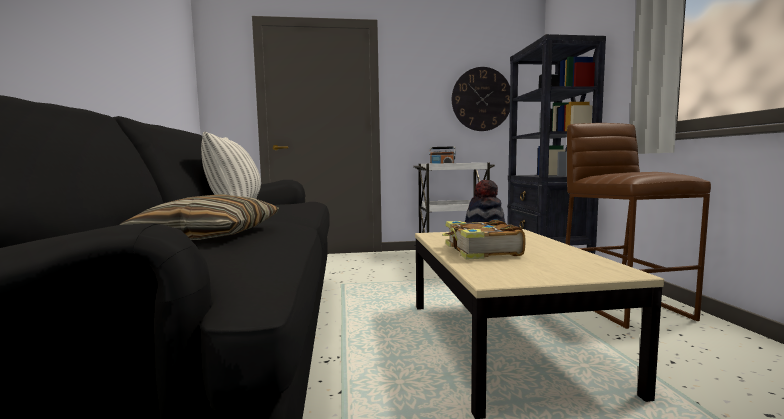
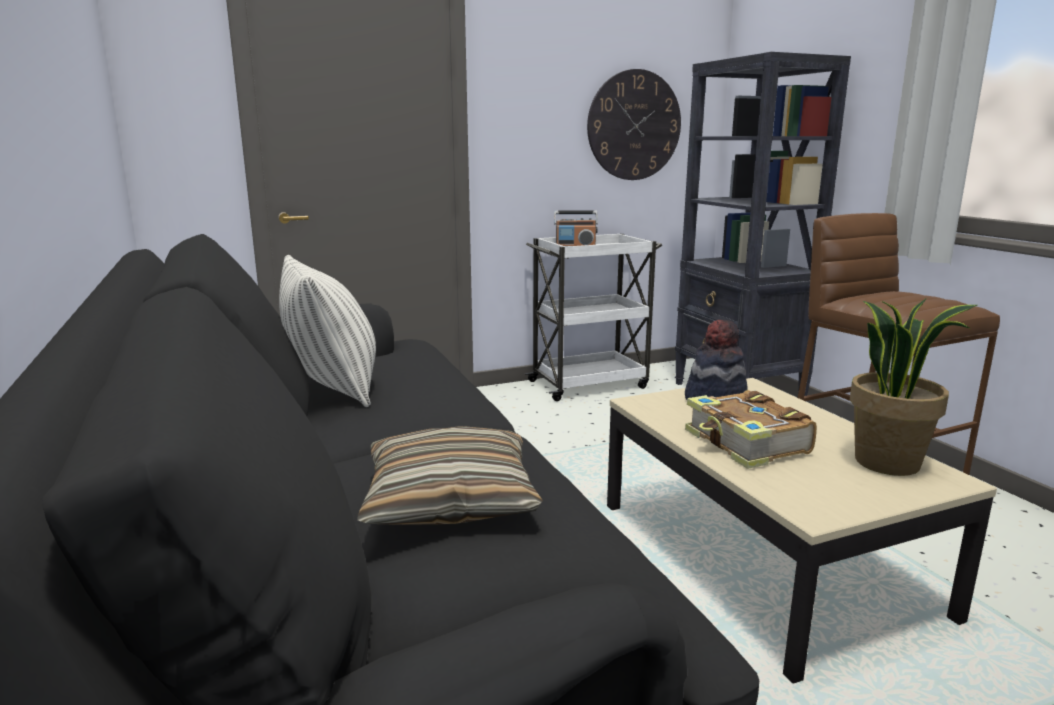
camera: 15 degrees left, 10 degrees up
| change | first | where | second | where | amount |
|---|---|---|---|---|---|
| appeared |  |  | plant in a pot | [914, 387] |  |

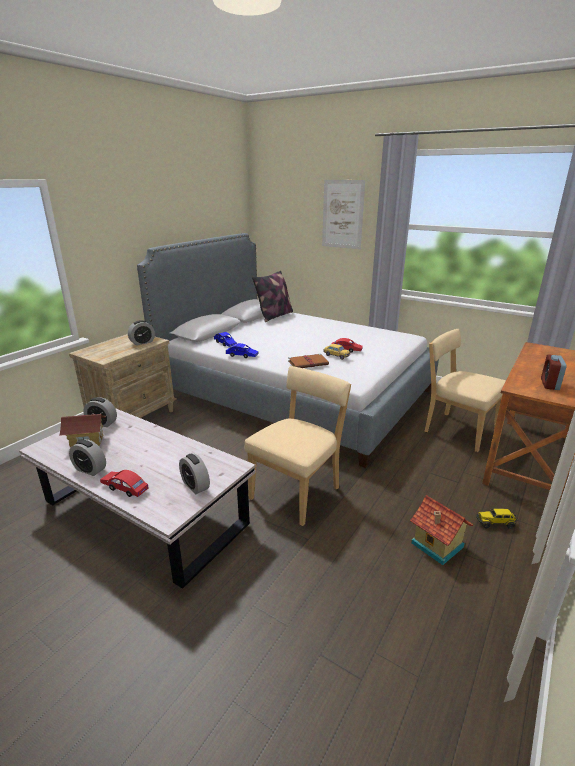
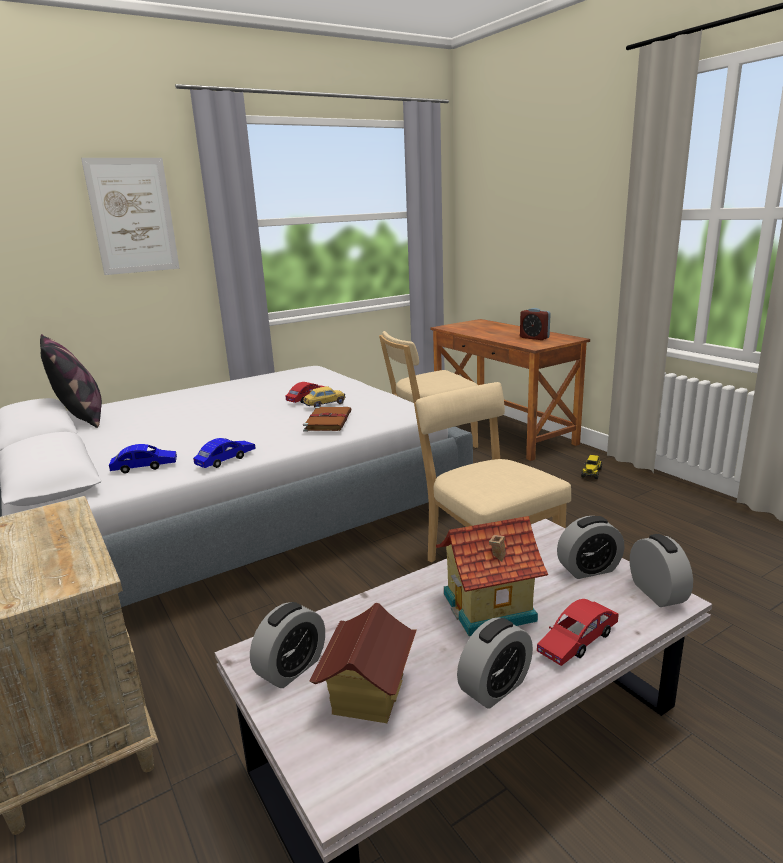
camera: 65 degrees left, 5 degrees down
| change | first | where | second | where | amount |
|---|---|---|---|---|---|
| relocated | alarm clock | [141, 333] |  | [661, 570] |  |
| relocated | toy house | [442, 530] |  | [492, 576] |  |

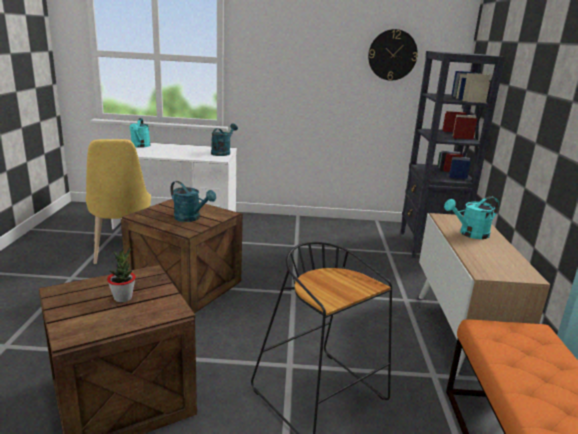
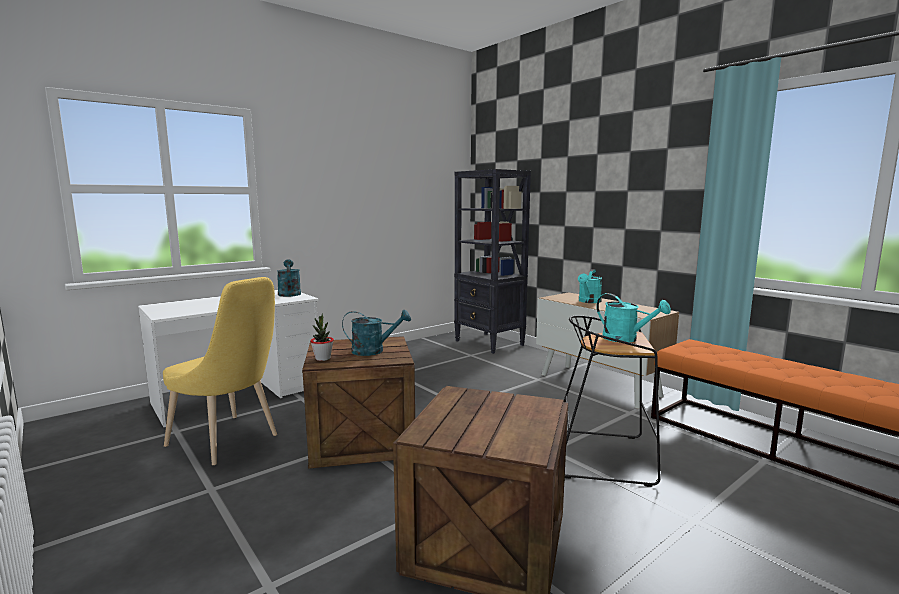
camera: 40 degrees left, 10 degrees down
| change | first | where | second | where | amount |
|---|---|---|---|---|---|
| relocated | plant in a pot | [121, 274] |  | [322, 337] |  |
| relocated | turquoise watering pot | [139, 133] |  | [633, 317] |  |
| missing | wall clock | [393, 55] |  |  |  |

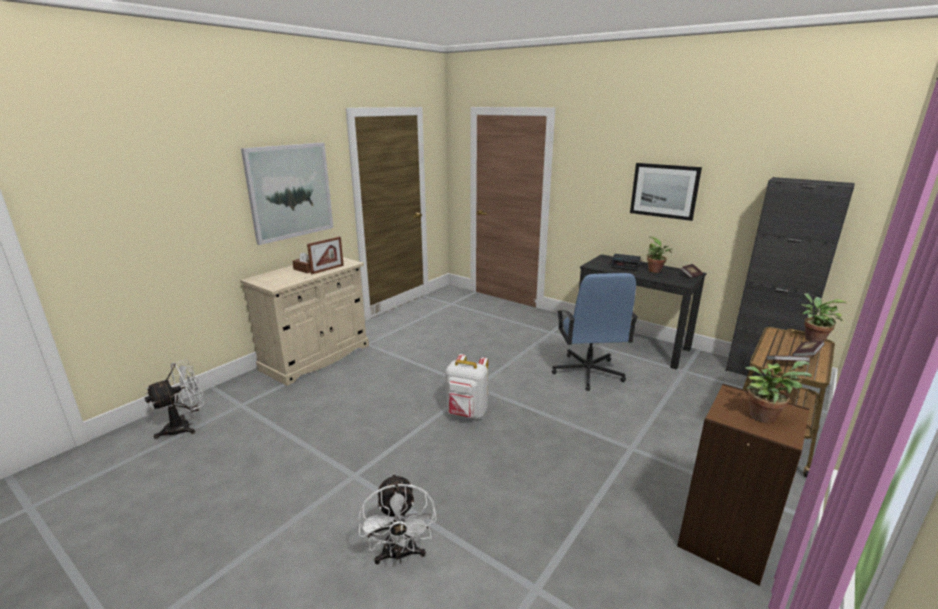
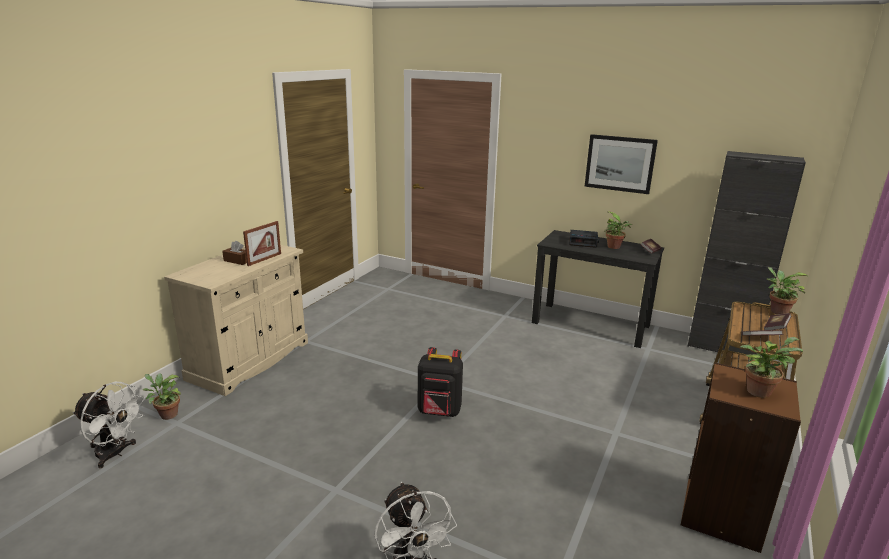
camera: 10 degrees left, 0 degrees up
| change | first | where | second | where | amount |
|---|---|---|---|---|---|
| spun | white fan | [174, 399] |  | [109, 425] | 75 degrees clockwise |
| missing | picture | [287, 194] |  |  |  |
| colour | white backpack | [466, 386] | black backpack | [440, 382] |  |
| missing | bluish computer chair | [595, 332] |  |  |  |
| appeared |  |  | plant in a pot | [162, 396] |  |

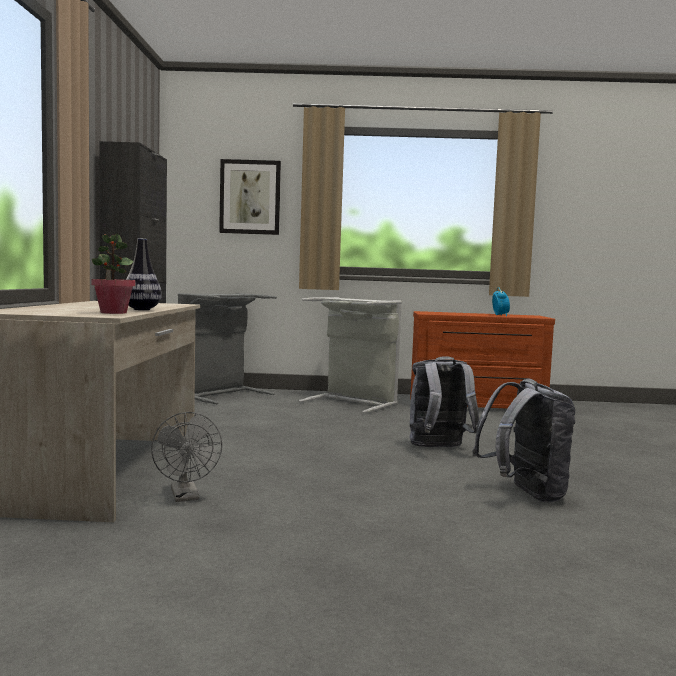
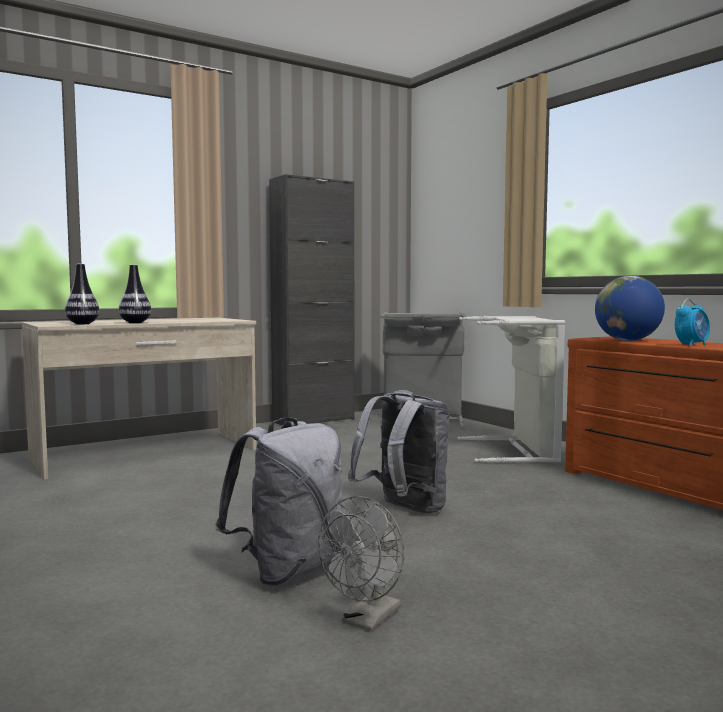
camera: 55 degrees right, 0 degrees up
| change | first | where | second | where | amount |
|---|---|---|---|---|---|
| exchanged | plant in a pot | [113, 273] | flower vase | [82, 294] |  |
| relocated | gray fan | [186, 457] |  | [361, 563] |  |
| missing | picture | [250, 197] |  |  |  |
| appeared |  |  | desk globe | [630, 308] |  |

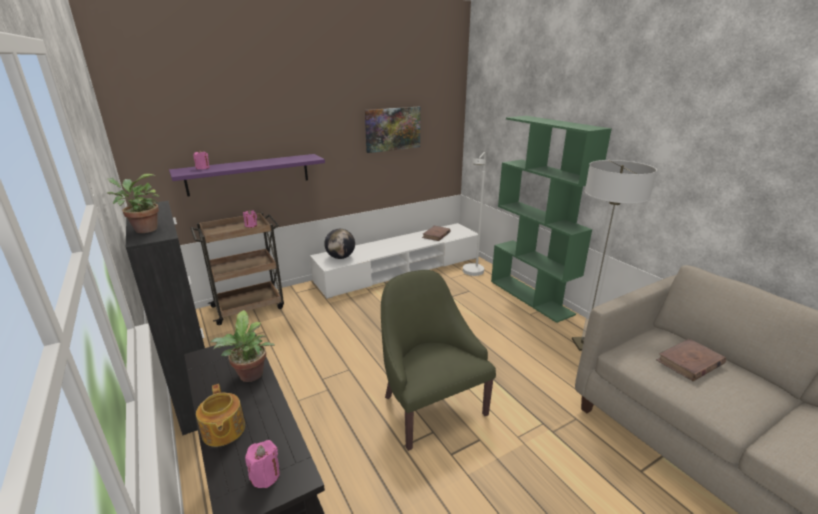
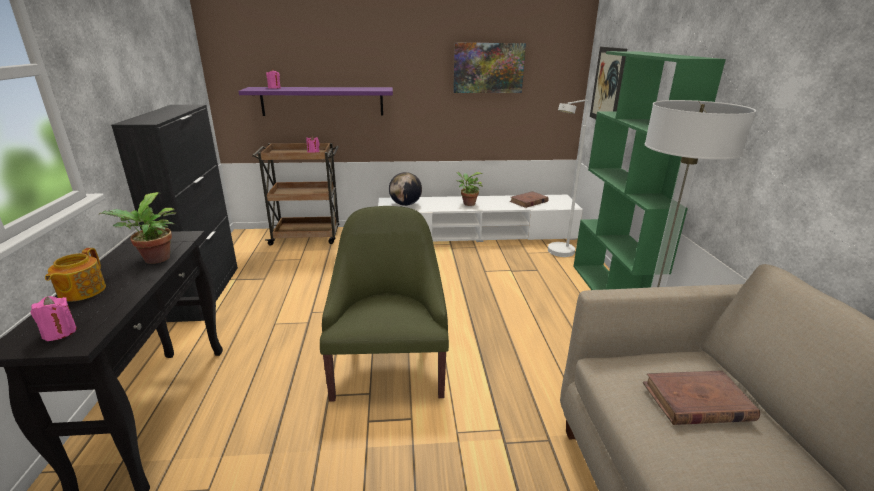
camera: 25 degrees right, 0 degrees up
| change | first | where | second | where | amount |
|---|---|---|---|---|---|
| relocated | plant in a pot | [133, 203] |  | [470, 189] |  |
| appeared |  |  | picture | [608, 83] |  |

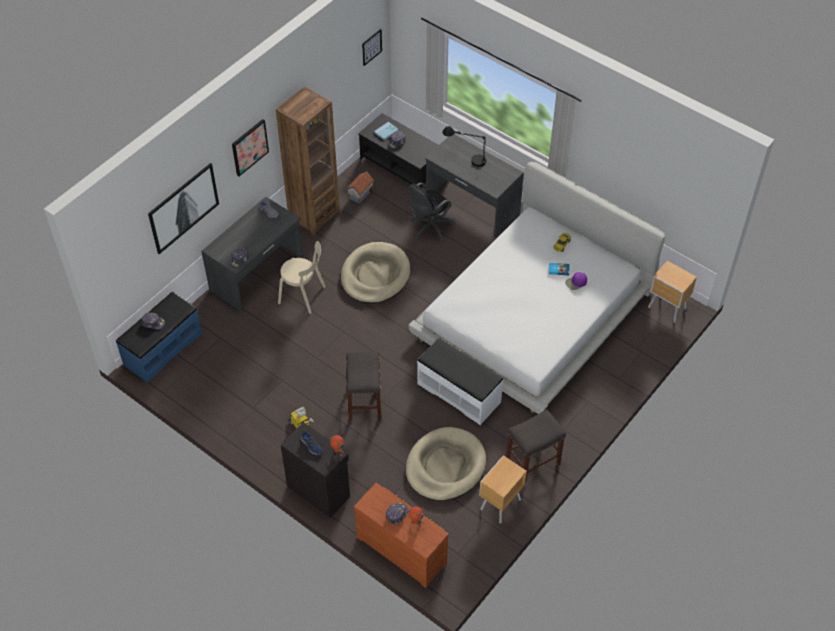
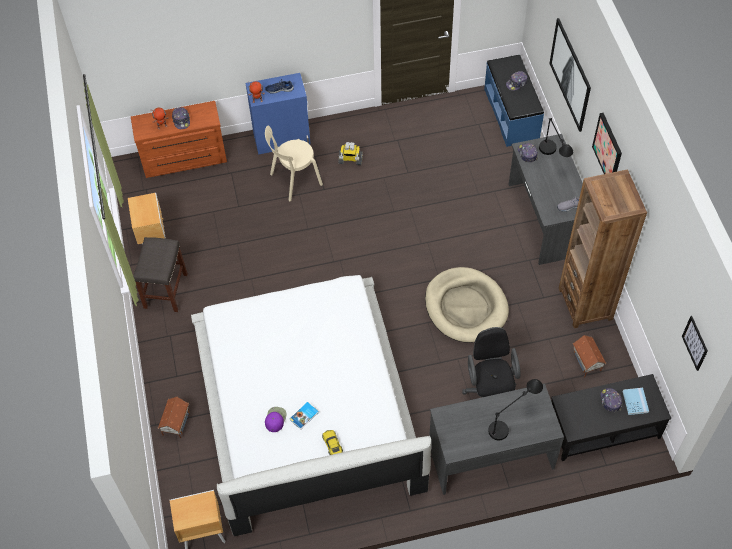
camera: 130 degrees right, 5 degrees up
| change | first | where | second | where | amount |
|---|---|---|---|---|---|
| relocated | beige-coloured chair | [302, 277] |  | [294, 163] |  |
| colour | black cabinet | [315, 470] | bluish cabinet | [278, 114] |  |
| missing | gray stool seat | [364, 386] |  |  |  |
| missing | beige-coloured dog bed | [446, 464] |  |  |  |
| missing | white long seat | [460, 381] |  |  |  |
| appeared |  |  | toy house | [174, 417] |  |
| appeared |  |  | black tabletop lamp | [556, 137] |  |

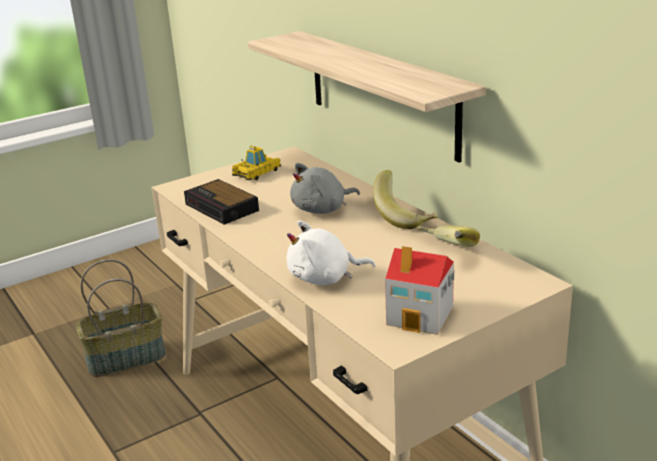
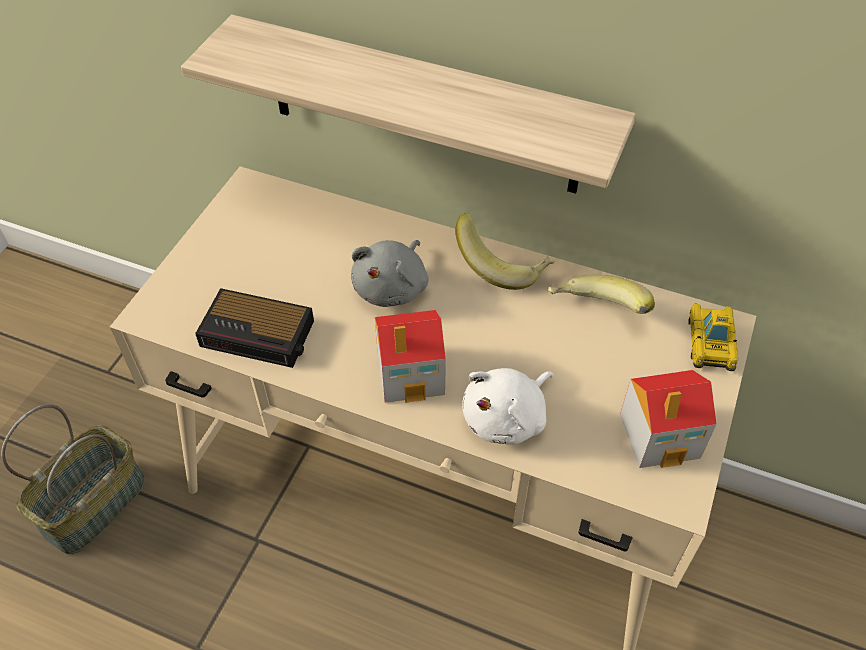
camera: 35 degrees left, 25 degrees up
| change | first | where | second | where | amount |
|---|---|---|---|---|---|
| relocated | model car | [256, 163] |  | [713, 337] |  |
| appeared |  |  | toy house | [410, 356] |  |

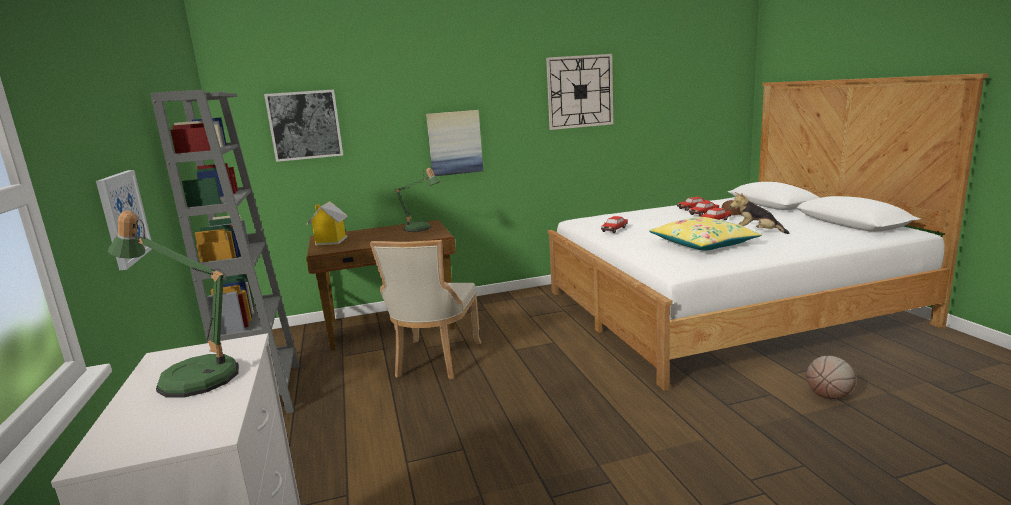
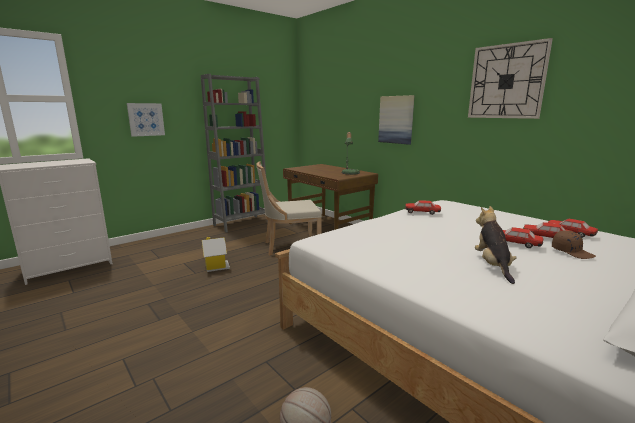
camera: 65 degrees right, 0 degrees up
| change | first | where | second | where | amount |
|---|---|---|---|---|---|
| missing | tabletop lamp | [173, 304] |  |  |  |
| missing | picture | [303, 125] |  |  |  |
| relocated | toy house | [327, 223] |  | [216, 254] |  |
| missing | yellow-coloured pillow | [705, 234] |  |  |  |

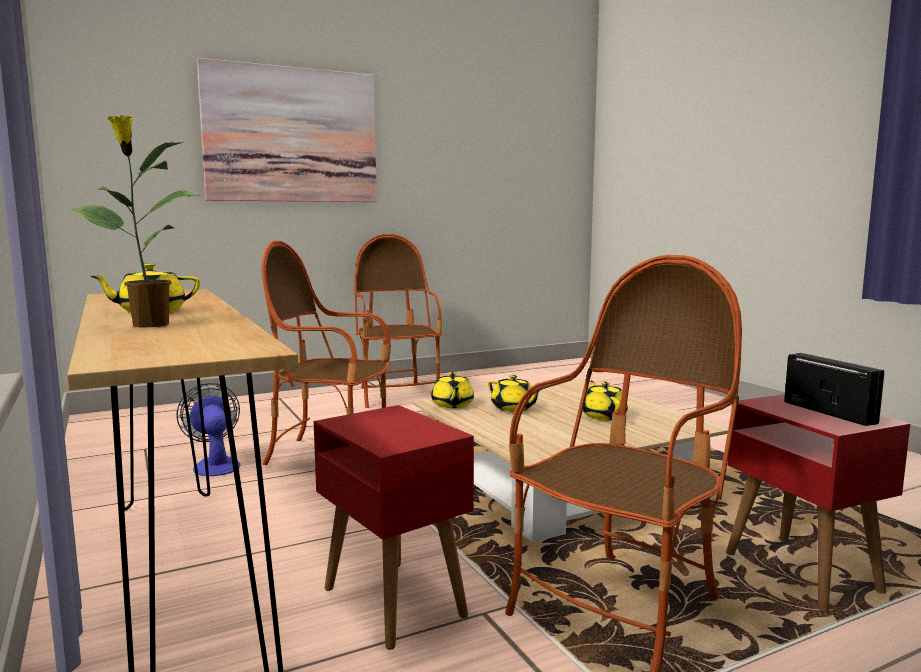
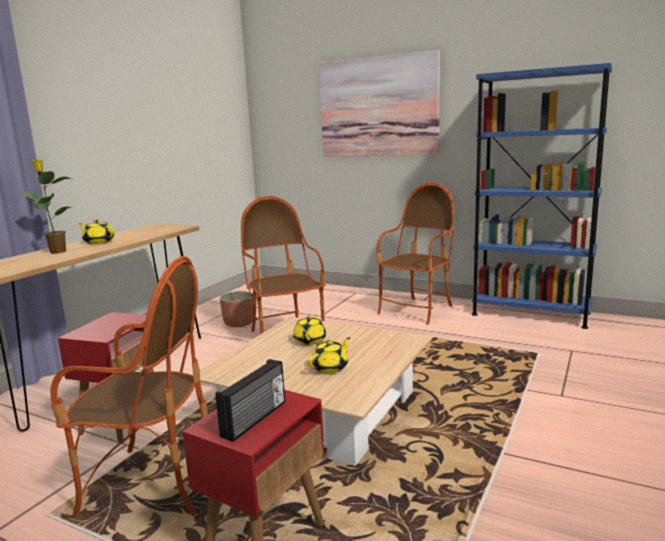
camera: 55 degrees right, 5 degrees up
| change | first | where | second | where | amount |
|---|---|---|---|---|---|
| exchanged | fan | [208, 429] | planter | [236, 309] |  |
| missing | yellow-coloured teapot | [452, 390] |  |  |  |
| appeared |  |  | bluish bookshelf | [542, 196] |  |

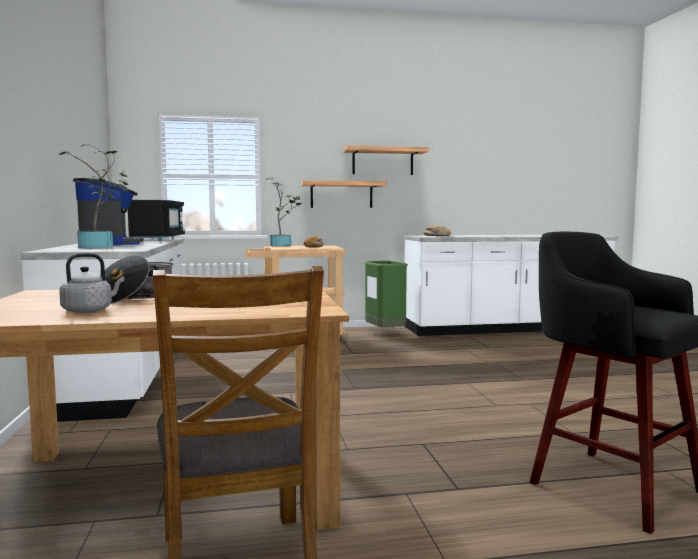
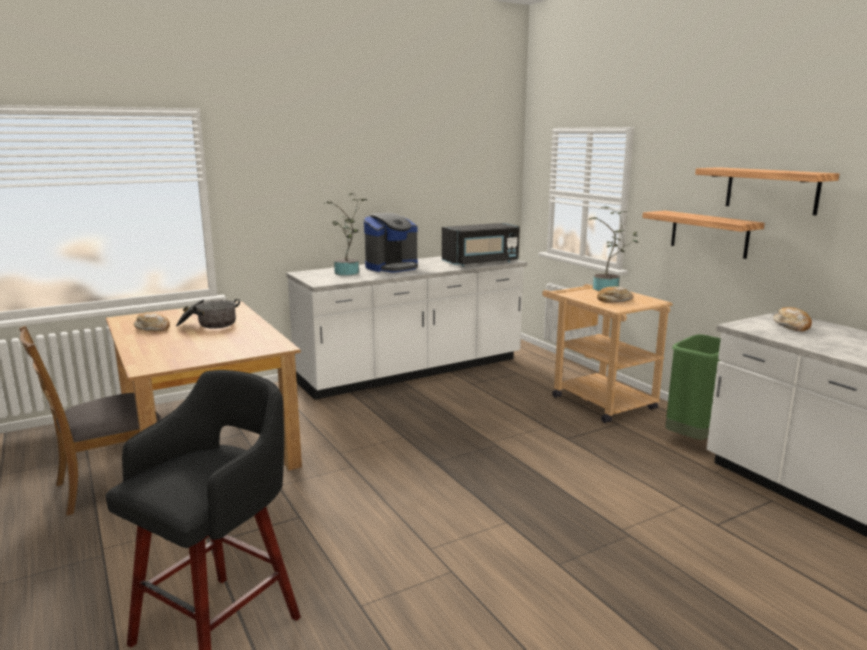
camera: 70 degrees right, 10 degrees up
| change | first | where | second | where | amount |
|---|---|---|---|---|---|
| exchanged | gray kettle | [92, 283] | baked bread | [152, 321] |  |

